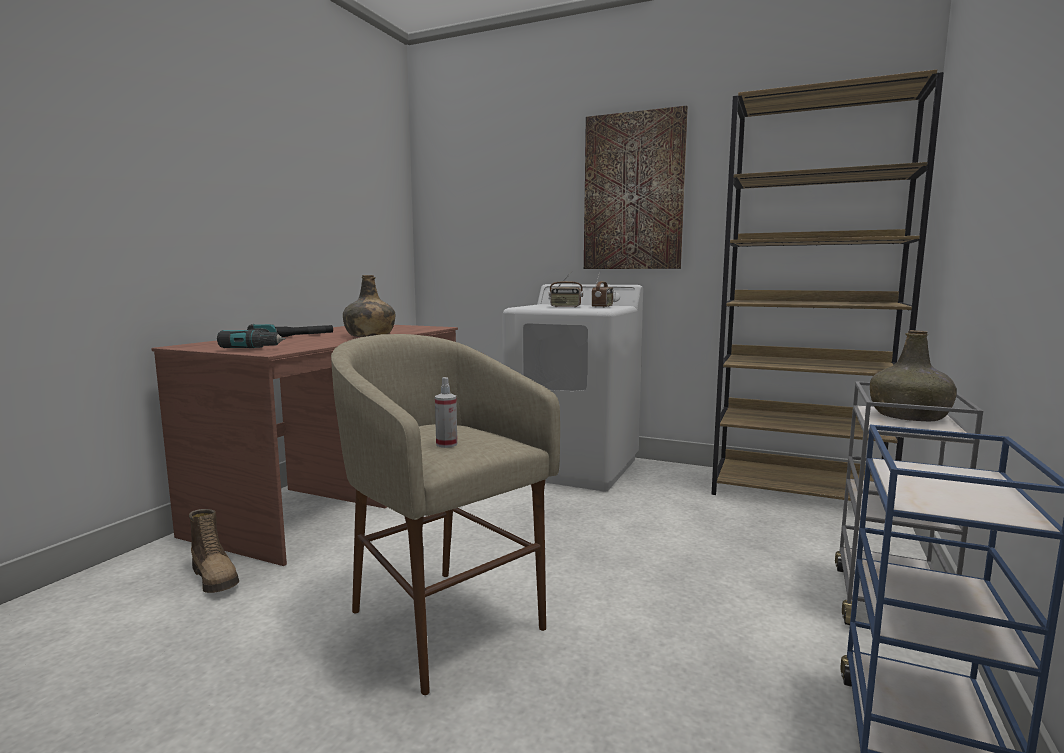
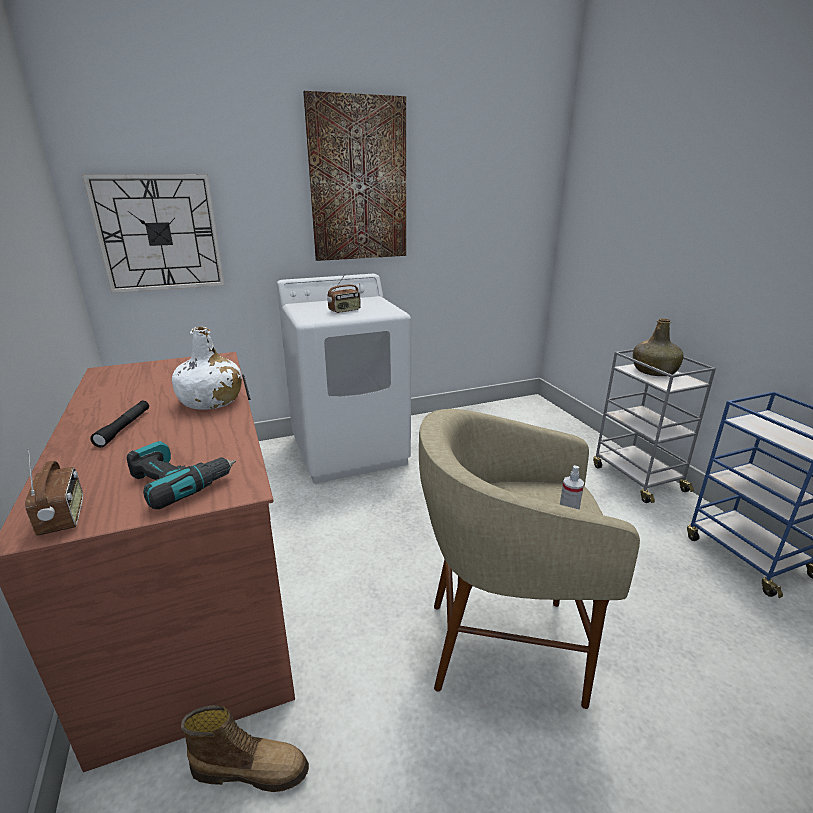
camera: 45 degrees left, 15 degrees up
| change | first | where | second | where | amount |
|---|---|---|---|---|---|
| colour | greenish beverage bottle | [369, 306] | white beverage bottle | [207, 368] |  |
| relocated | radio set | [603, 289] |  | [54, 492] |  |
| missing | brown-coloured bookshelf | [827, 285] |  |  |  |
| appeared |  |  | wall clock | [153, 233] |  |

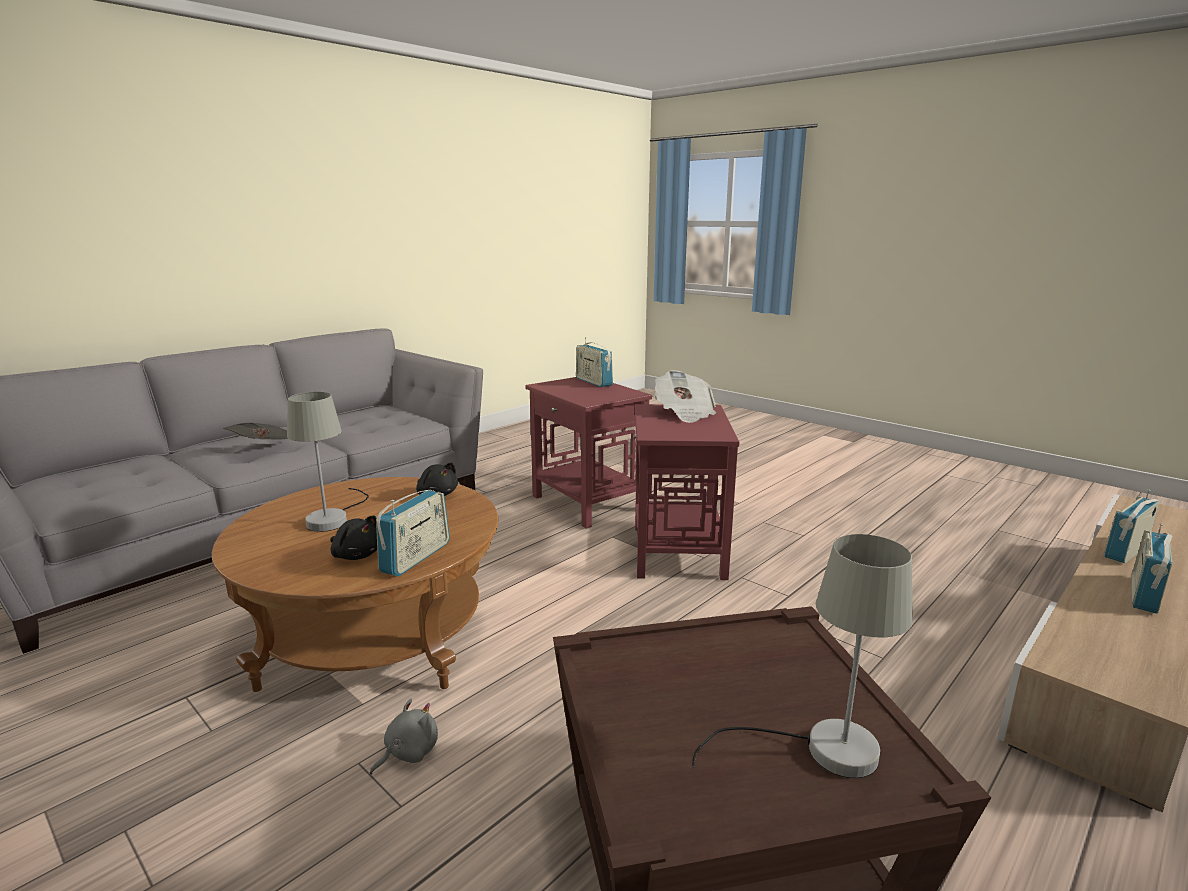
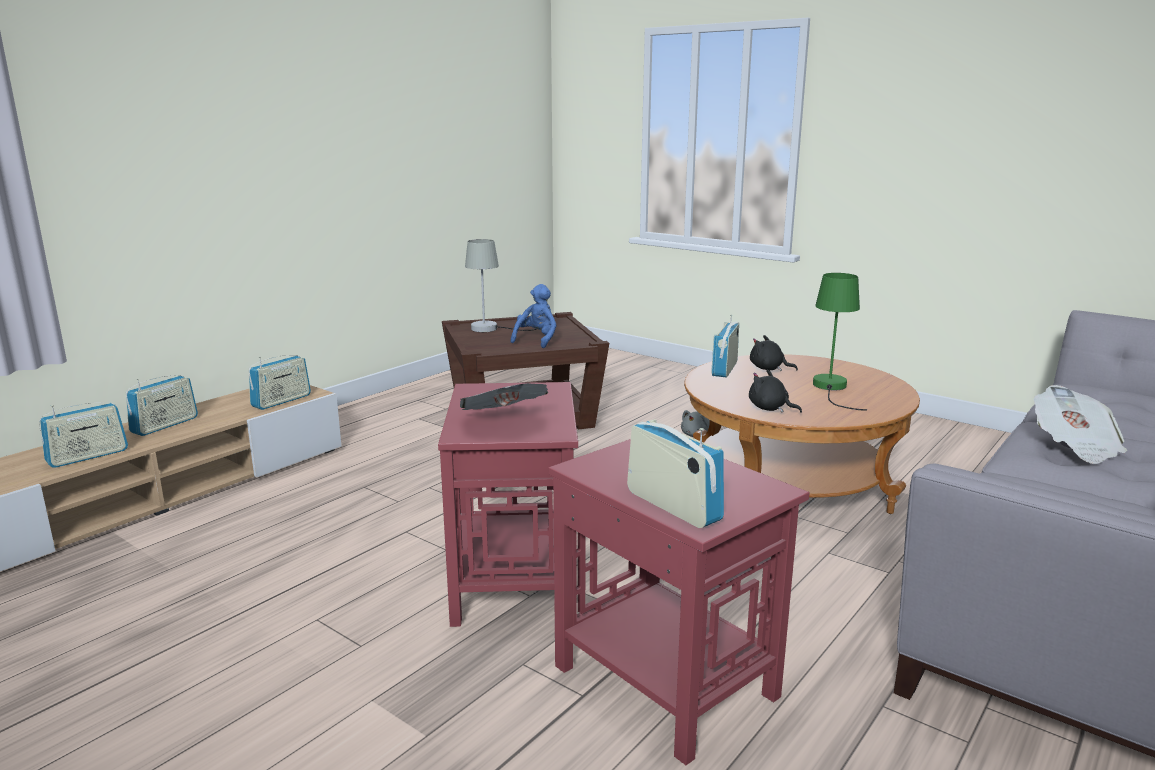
camera: 175 degrees right, 0 degrees up
| change | first | where | second | where | amount |
|---|---|---|---|---|---|
| colour | gray tabletop lamp | [328, 462] | greenish tabletop lamp | [840, 342] |  |
| appeared |  |  | radio set | [279, 382] |  |
| appeared |  |  | bluish soft toy | [533, 316] |  |

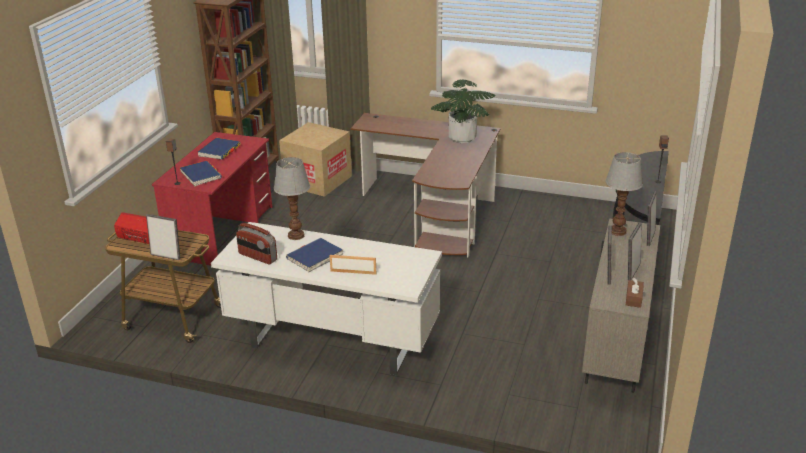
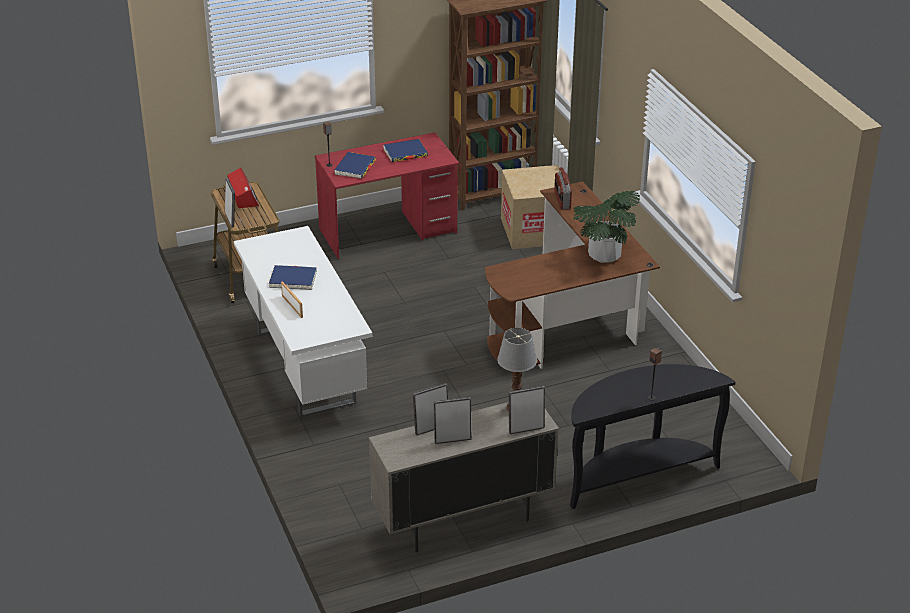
camera: 50 degrees right, 5 degrees up
| change | first | where | second | where | amount |
|---|---|---|---|---|---|
| relocated | radio set | [256, 243] |  | [563, 188] |  |
| missing | tabletop lamp | [292, 198] |  |  |  |
| missing | brown-coloured tissue holder | [635, 293] |  |  |  |

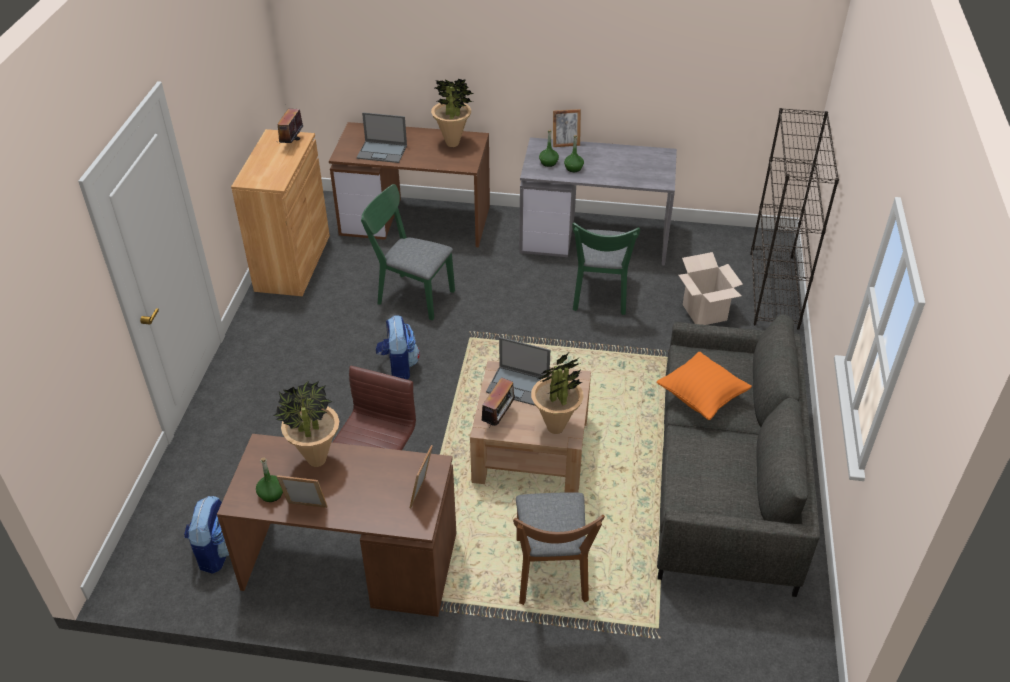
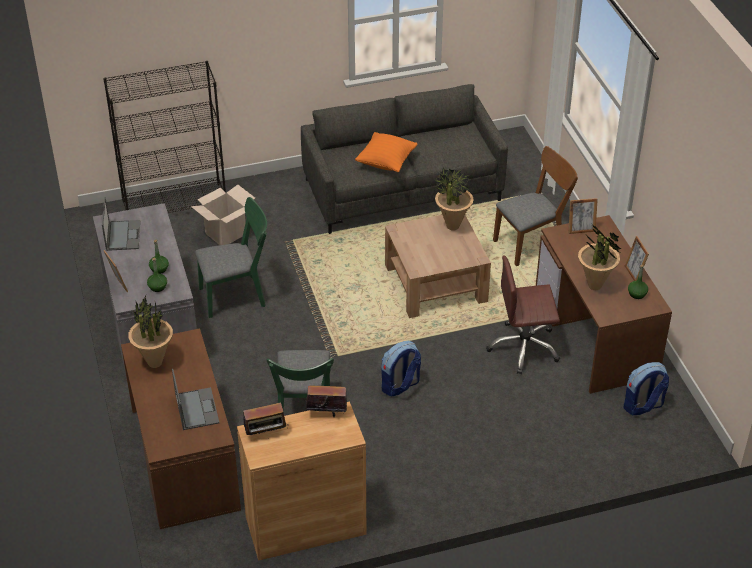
camera: 115 degrees left, 0 degrees up
| change | first | where | second | where | amount |
|---|---|---|---|---|---|
| relocated | radio set | [498, 402] |  | [328, 399] |  |
| relocated | notebook computer | [518, 371] |  | [121, 224] |  |

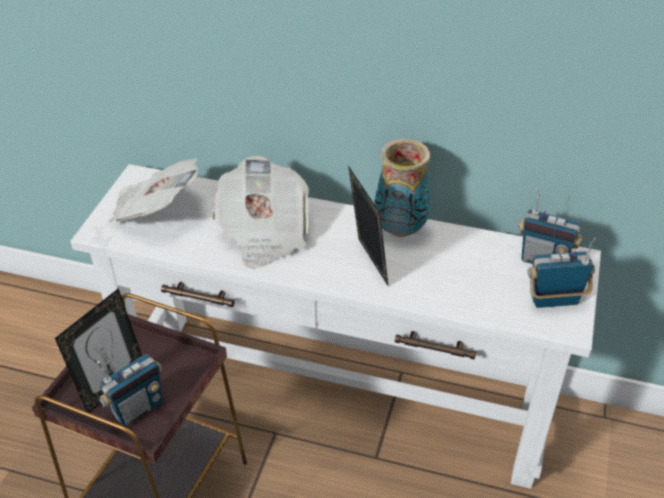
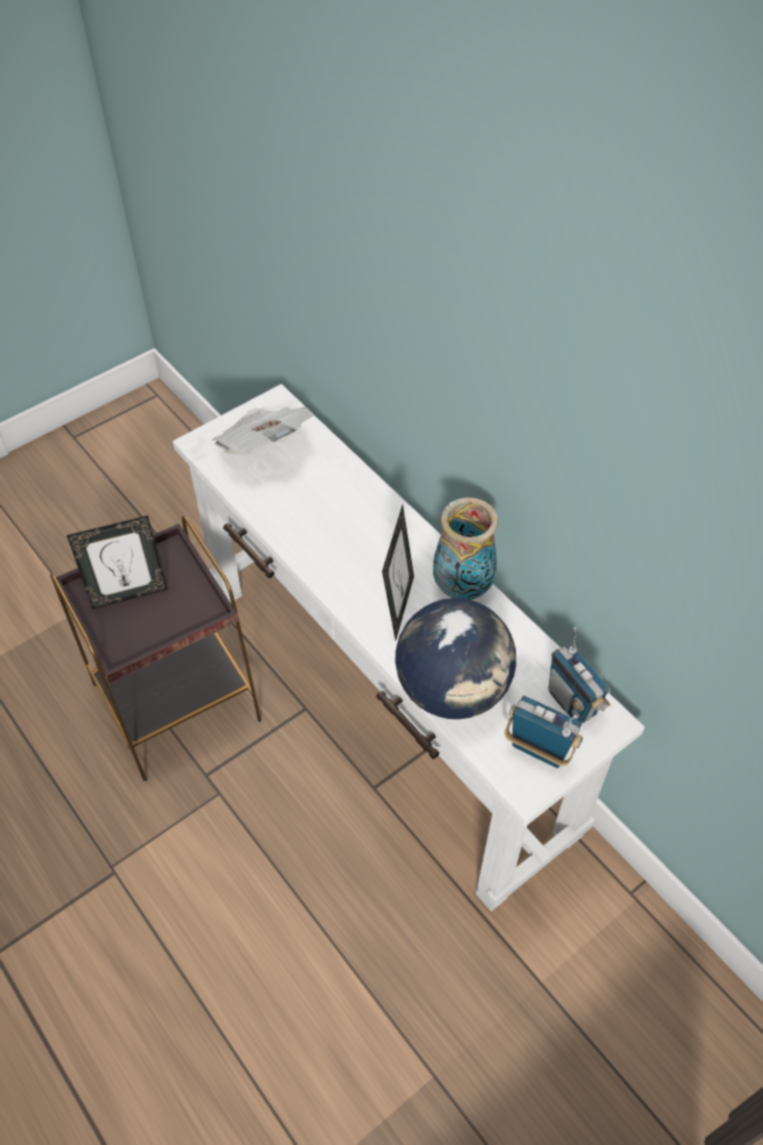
camera: 35 degrees right, 10 degrees up
| change | first | where | second | where | amount |
|---|---|---|---|---|---|
| missing | radio set | [129, 390] |  |  |  |
| missing | printed paper | [260, 212] |  |  |  |
| appeared |  |  | desk globe | [455, 658] |  |

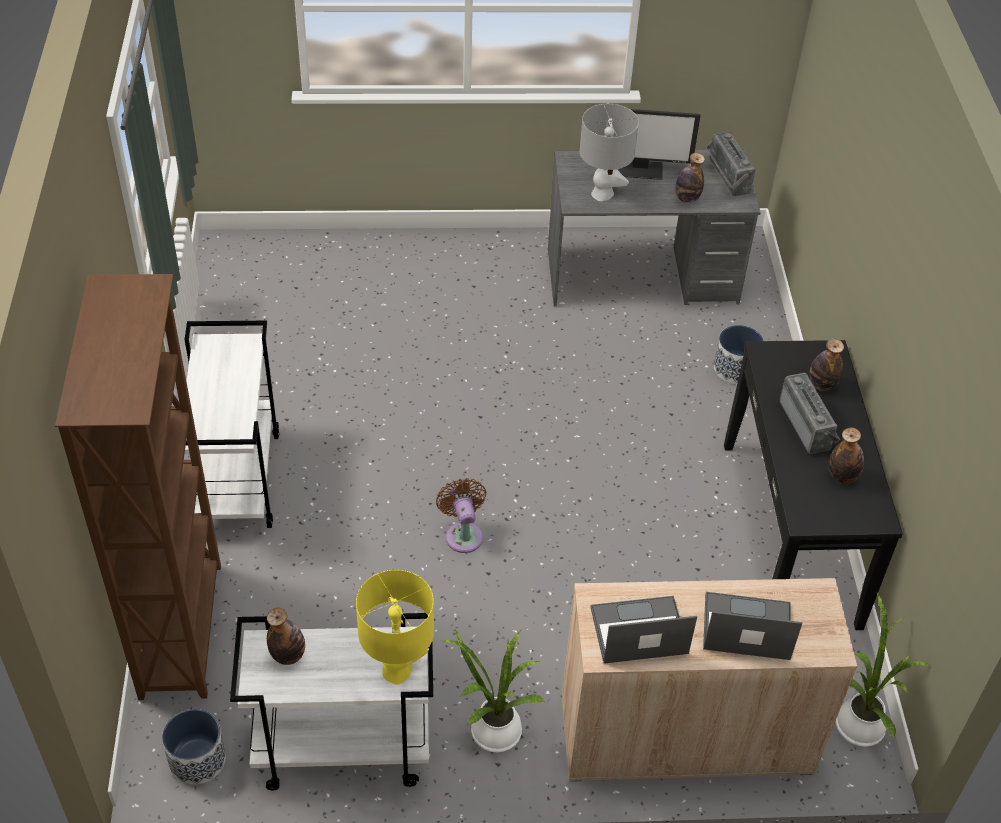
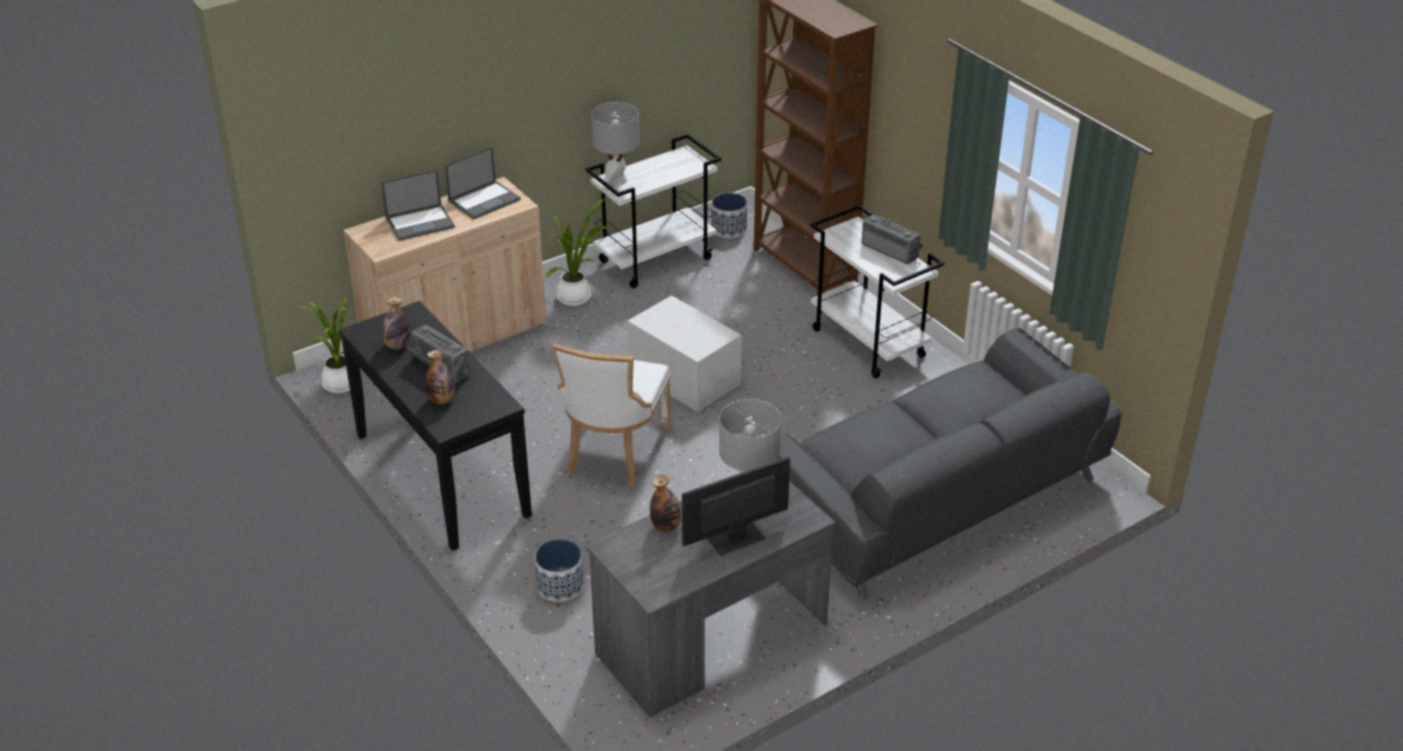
camera: 150 degrees right, 10 degrees down
| change | first | where | second | where | amount |
|---|---|---|---|---|---|
| missing | beverage bottle | [286, 636] |  |  |  |
| colour | yellow-coloured tabletop lamp | [395, 627] | gray tabletop lamp | [615, 144] |  |
| exchanged | brown-coloured fan | [461, 515] | white storage container | [684, 353] |  |
| relocated | radio set | [730, 164] |  | [892, 239] |  |
| appeared |  |  | white chair | [612, 414] |  |
| appeared |  |  | gray sofa | [950, 463] |  |

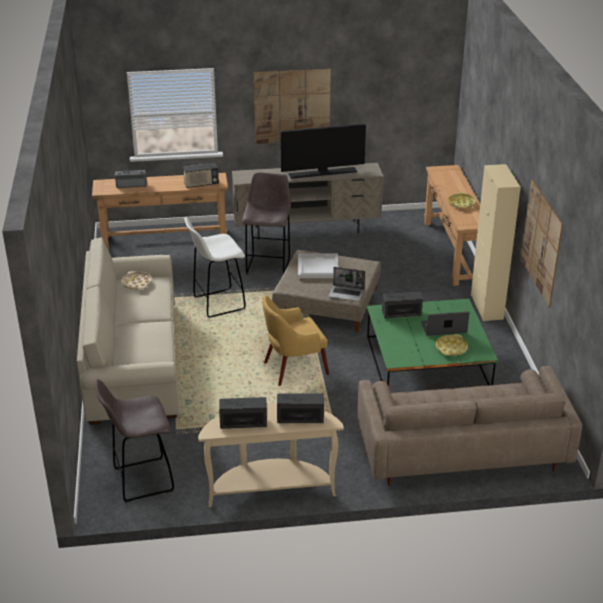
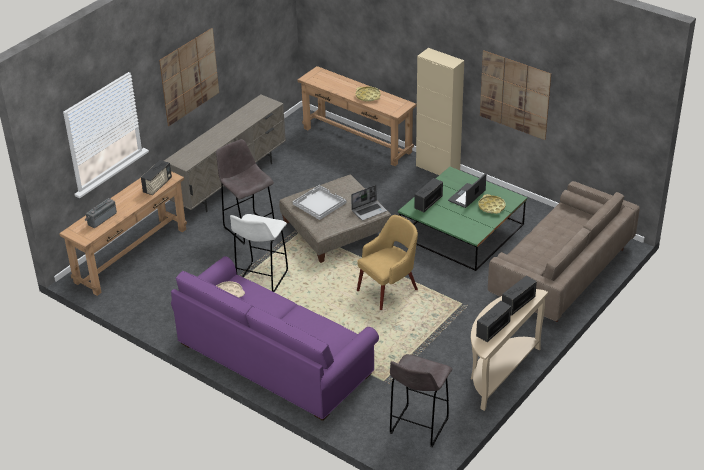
camera: 45 degrees left, 5 degrees up
| change | first | where | second | where | amount |
|---|---|---|---|---|---|
| colour | beige-coloured sofa | [128, 331] | purple-coloured sofa | [275, 338] |  |
| spun | yellow-coloured lounge chair | [295, 340] |  | [387, 262] | 150 degrees counterclockwise |
| missing | TV | [323, 151] |  |  |  |

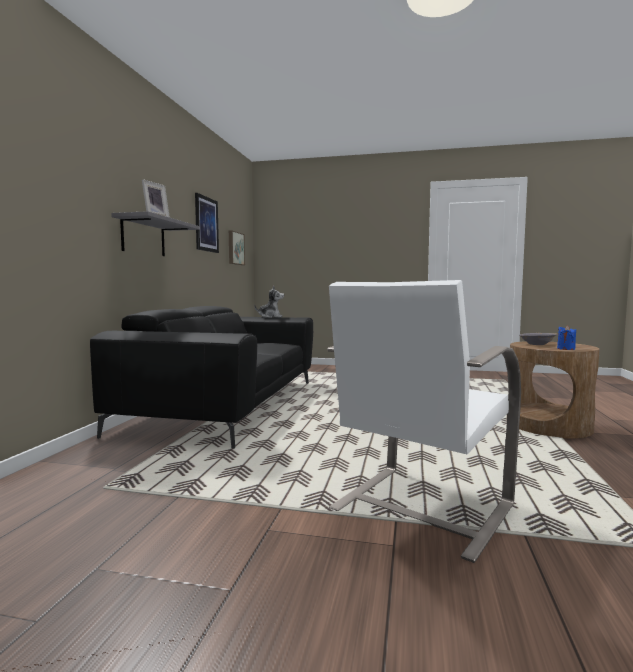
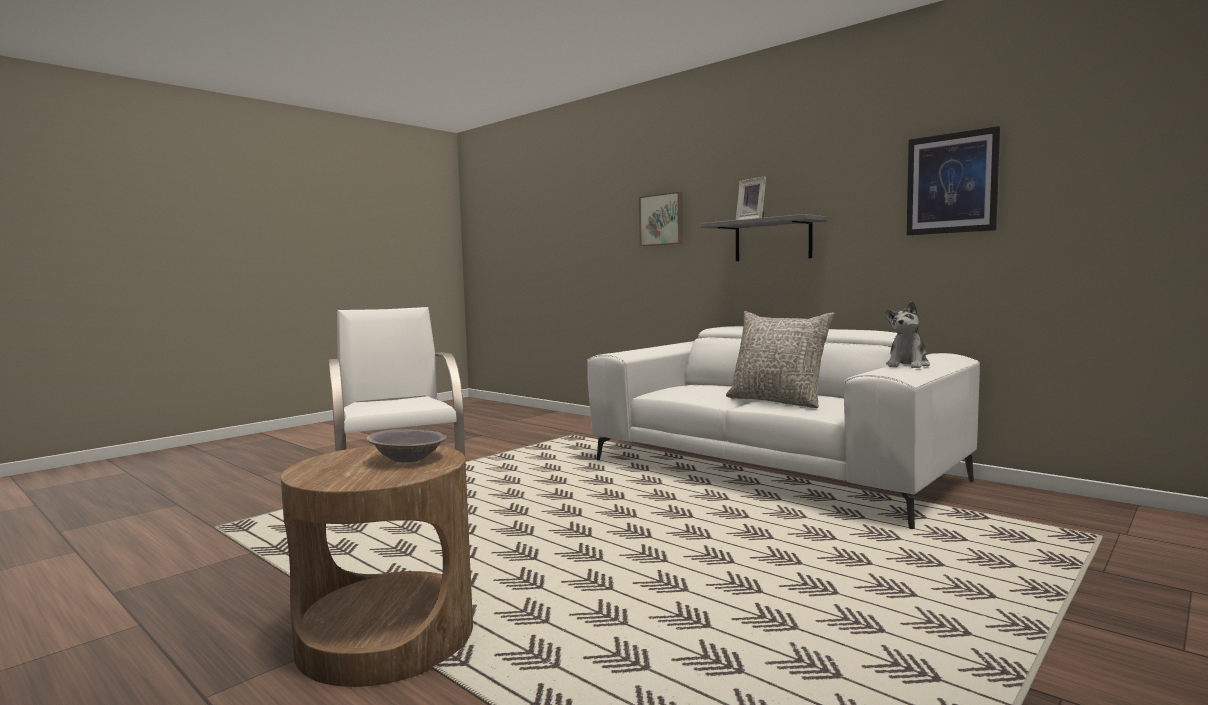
camera: 120 degrees right, 0 degrees up
| change | first | where | second | where | amount |
|---|---|---|---|---|---|
| colour | black sofa | [201, 377] | white sofa | [783, 427] |  |
| relocated | picture | [237, 248] |  | [661, 219] |  |
| missing | bluish wax candle | [566, 338] |  |  |  |
| appeared |  |  | gray pillow | [780, 359] |  |

